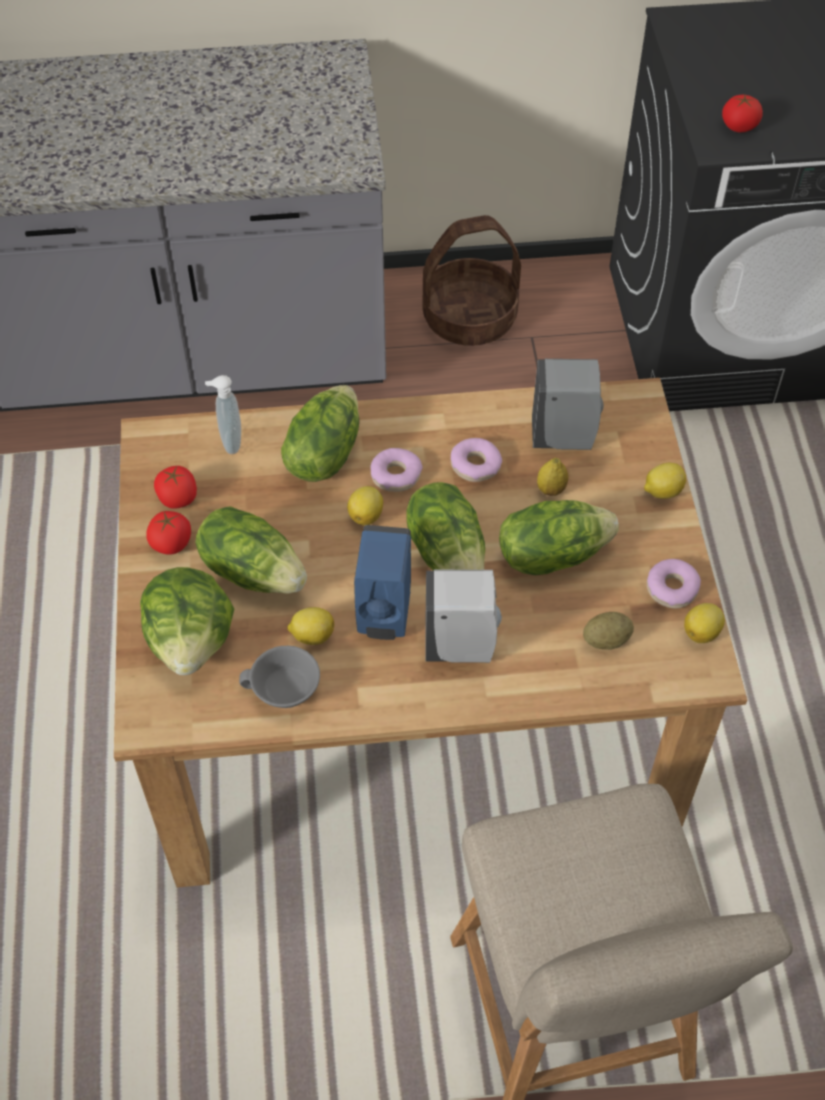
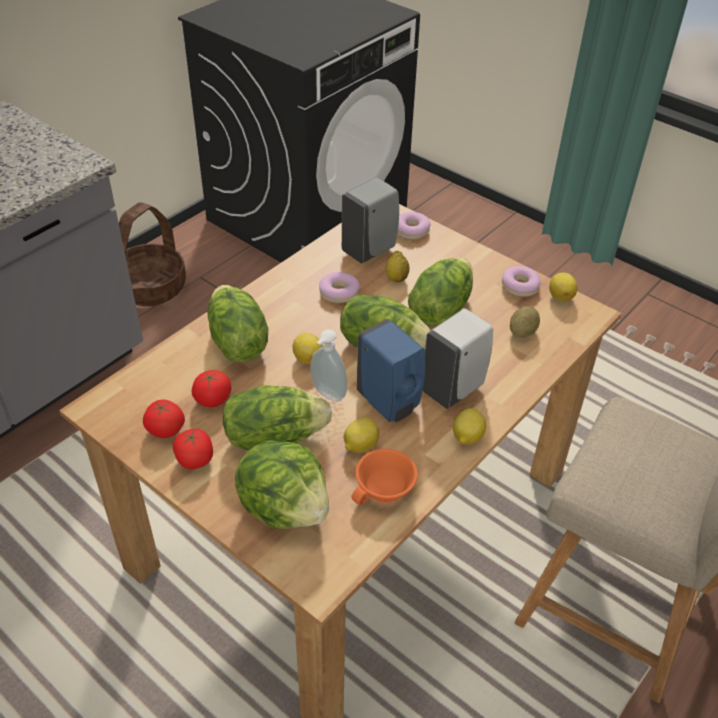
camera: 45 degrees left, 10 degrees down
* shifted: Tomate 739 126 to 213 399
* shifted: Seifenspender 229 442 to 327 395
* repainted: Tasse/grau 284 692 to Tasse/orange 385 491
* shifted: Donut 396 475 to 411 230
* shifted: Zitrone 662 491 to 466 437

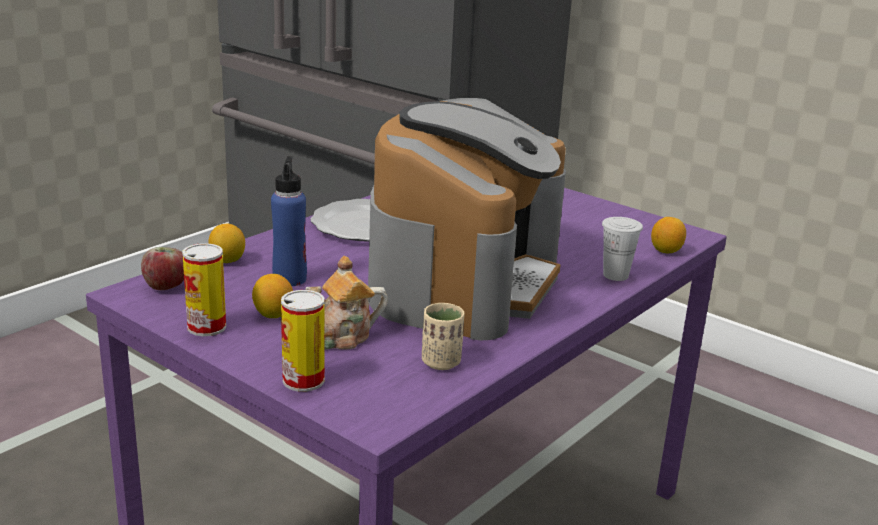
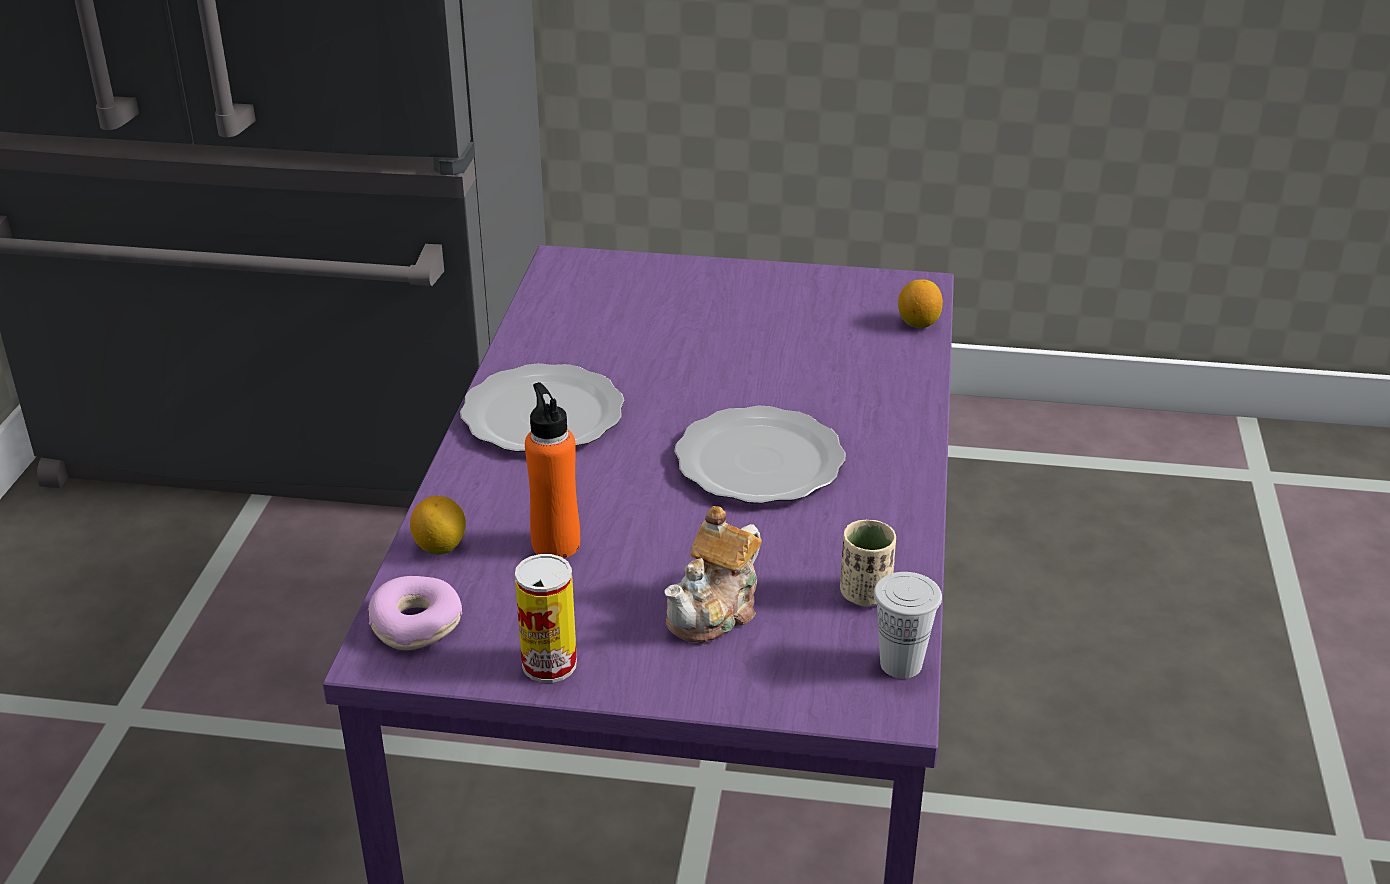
camera: 30 degrees left, 10 degrees up
* swapped: Apfel 166 286 to Donut 416 624
* repainted: Flasche/blau 289 279 to Flasche/orange 556 544
* swapped: Kaffeemaschine 463 281 to Teller 757 460
* shifted: Tasse/weiß 615 275 to 901 664
* gone: Zitrone 273 315
* gone: Dose 303 380

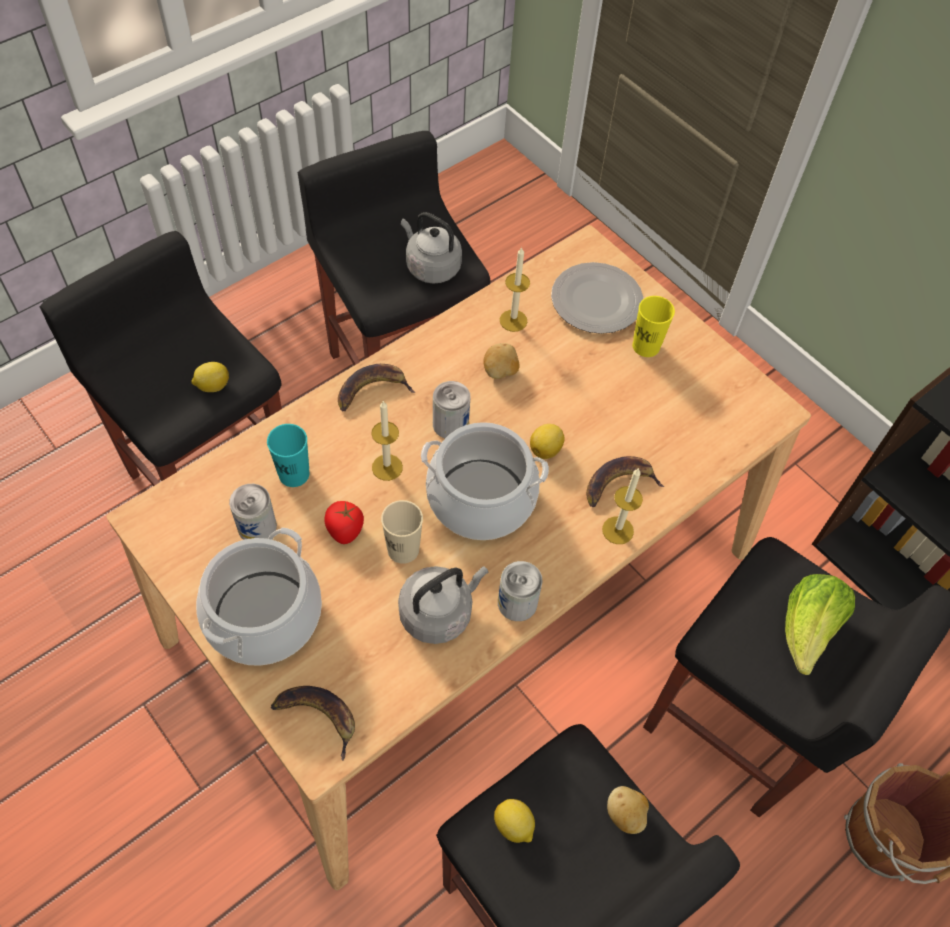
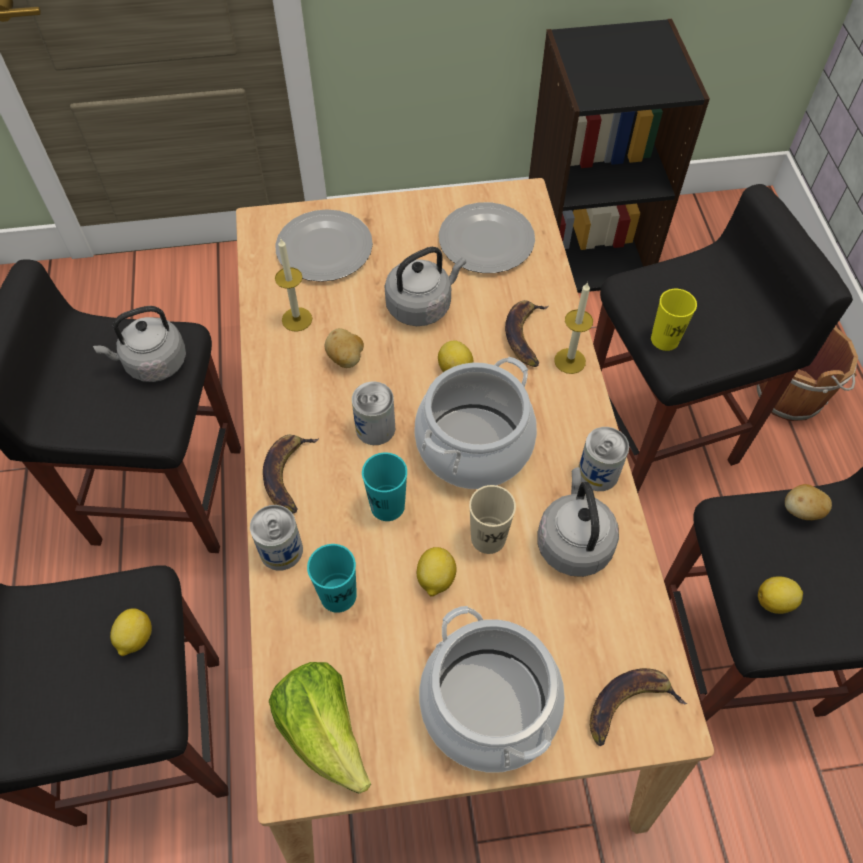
camera: 55 degrees left, 0 degrees up
* shifted: Dose 257 526 to 281 550
* shifted: Salatkopf 807 630 to 324 731
* swapped: Kerze 387 467 to Tasse/türkis 387 506
* new: Wasserkessel/grau 422 305
* swapped: Tomate 345 530 to Zitrone 435 579
* new: Teller 487 241
* shifted: Tasse/gelb 646 346 to 664 339

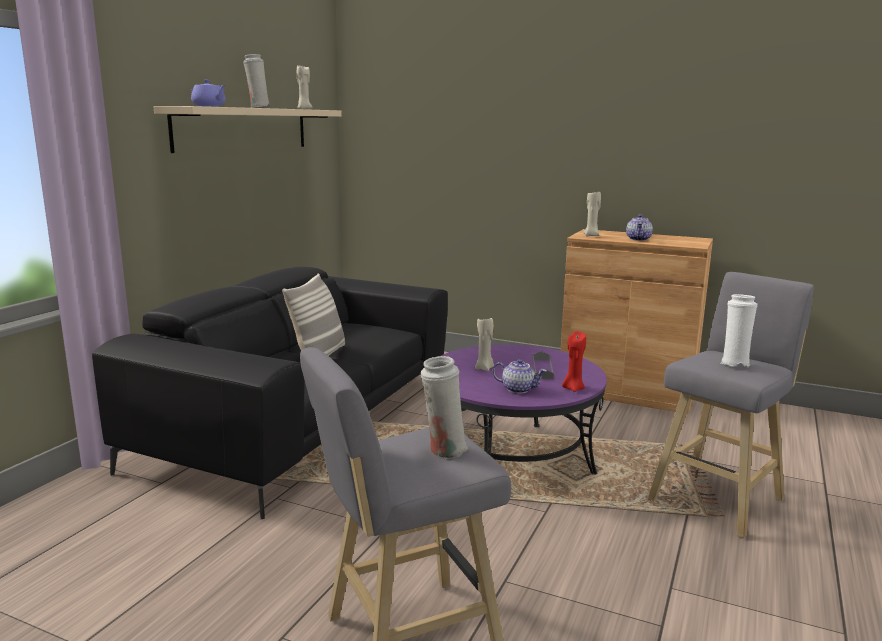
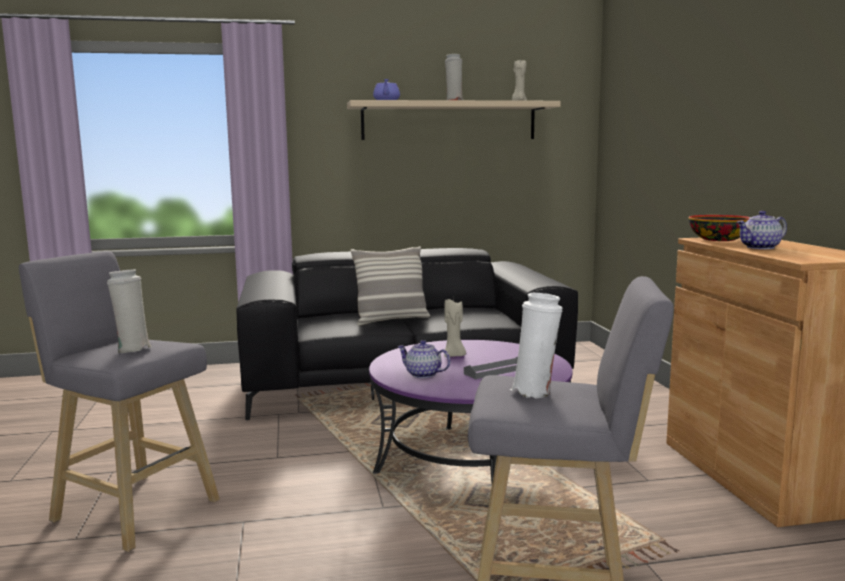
camera: 55 degrees right, 5 degrees down
* rotated: Teekanne 518 389 = 422 374 135 degrees clockwise
* swapped: Kerze/beige 591 235 to Schüssel 718 239
* gone: Kerze/rot 573 388

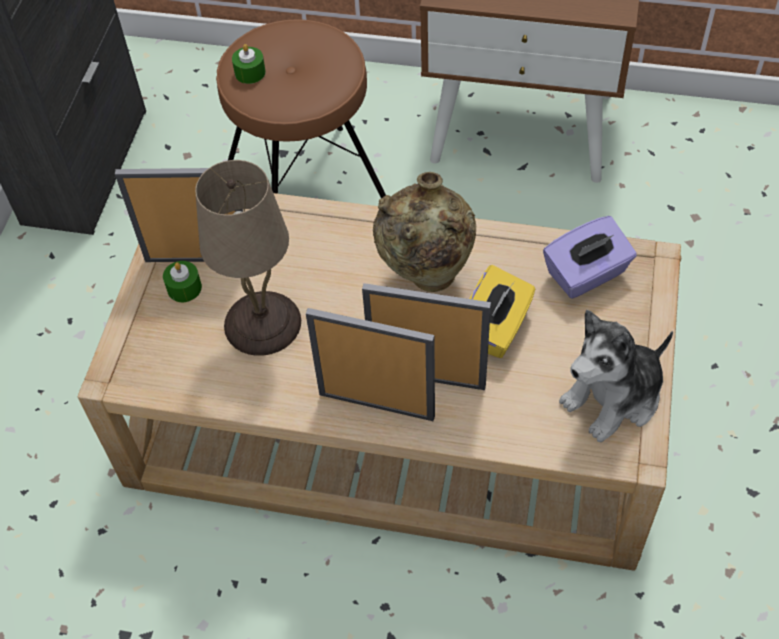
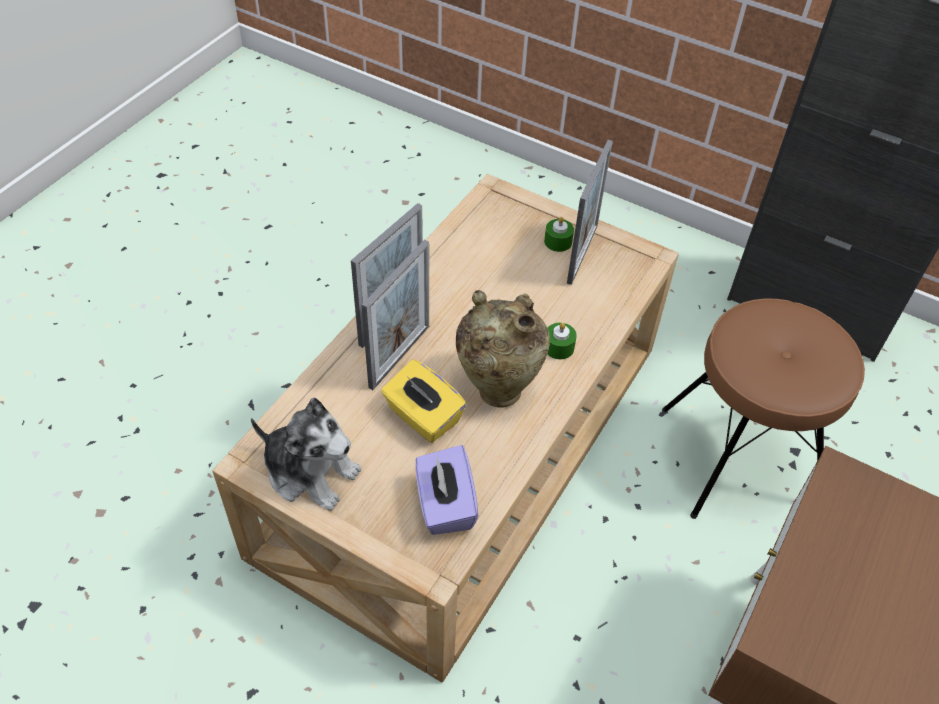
camera: 105 degrees right, 5 degrees down
* rotated: Plüschtier 614 397 = 310 472 135 degrees clockwise
* shifted: Kerze/grün 250 72 to 558 347
* gone: Tischlampe/beige 264 322

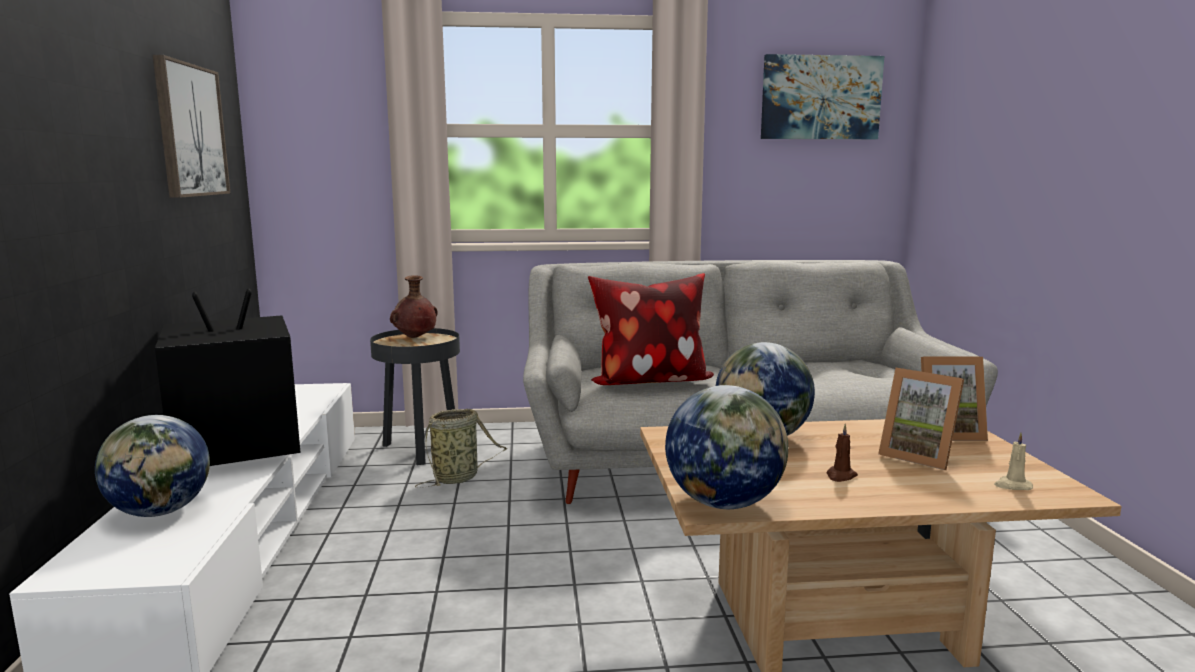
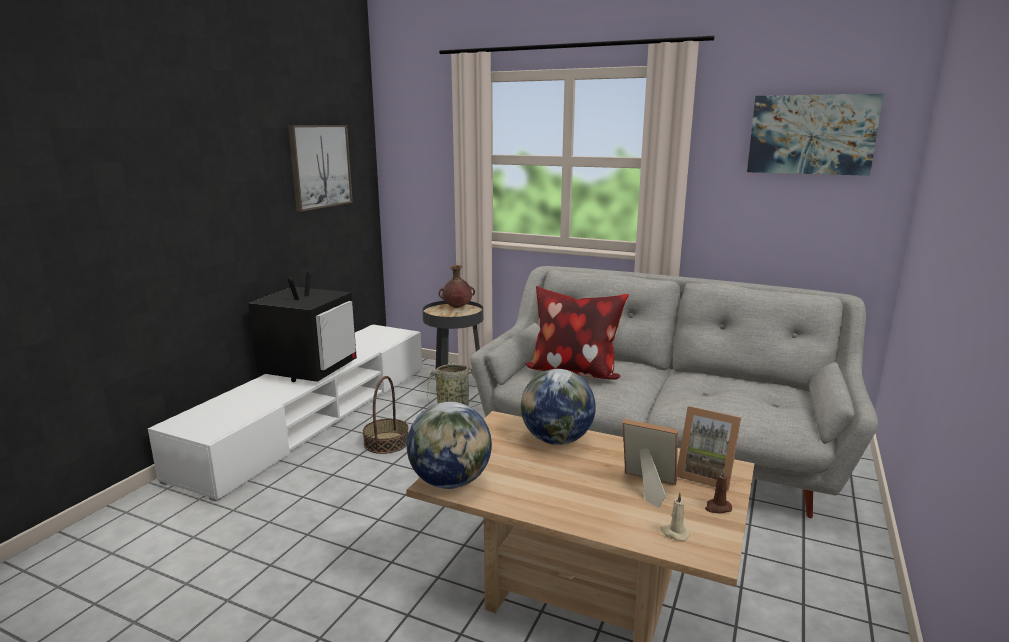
camera: 30 degrees right, 5 degrees up
* rotated: Fernseher 235 452 = 309 370 105 degrees clockwise
* new: Korb 386 442
* rotated: Bilderrahmen 919 456 = 646 487 135 degrees clockwise
* shifted: Kerze/braun 840 476 to 717 508
* gone: Globus 161 511

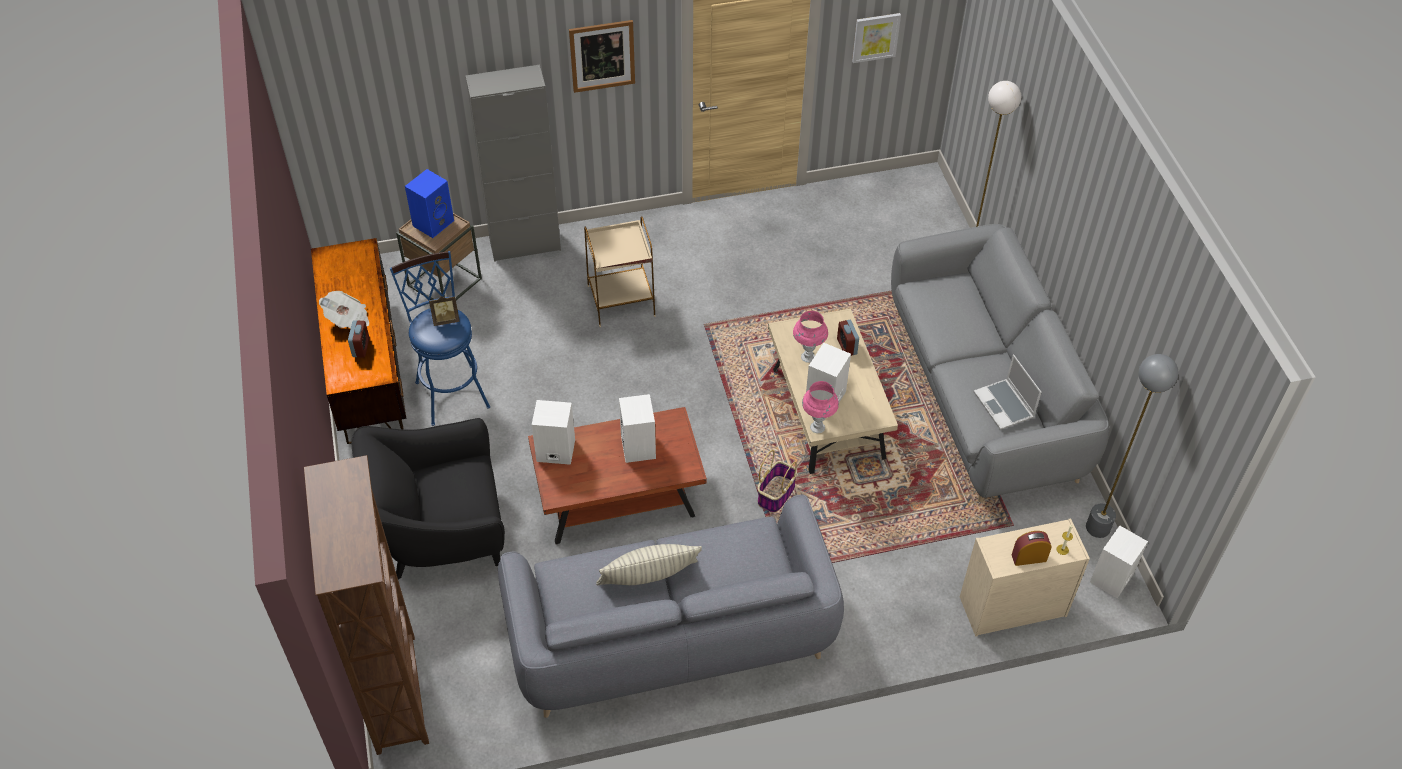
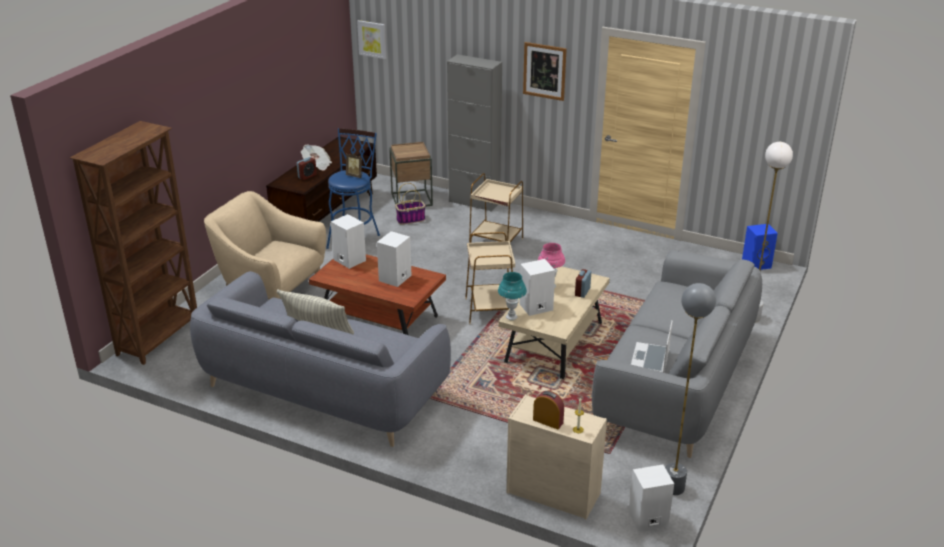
camera: 40 degrees right, 20 degrees down
* repainted: Sessel/schwarz 441 532 to Sessel/beige 270 289
* shifted: Bild 875 37 to 372 39
* shifted: Korb 776 494 to 411 219
* new: Beistelltisch/beige 489 310
* repainted: Tischlampe/rosa 817 427 to Tischlampe/türkis 511 317
* shifted: Lautsprecher/blau 433 222 to 756 264

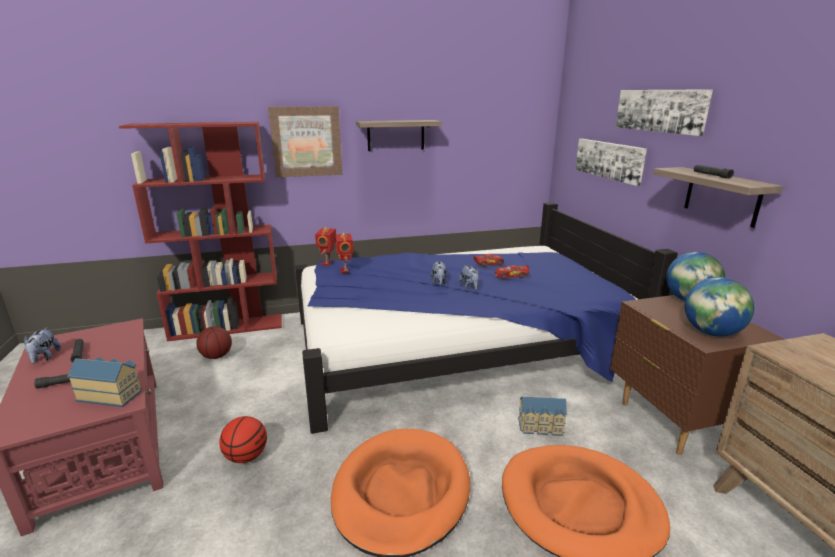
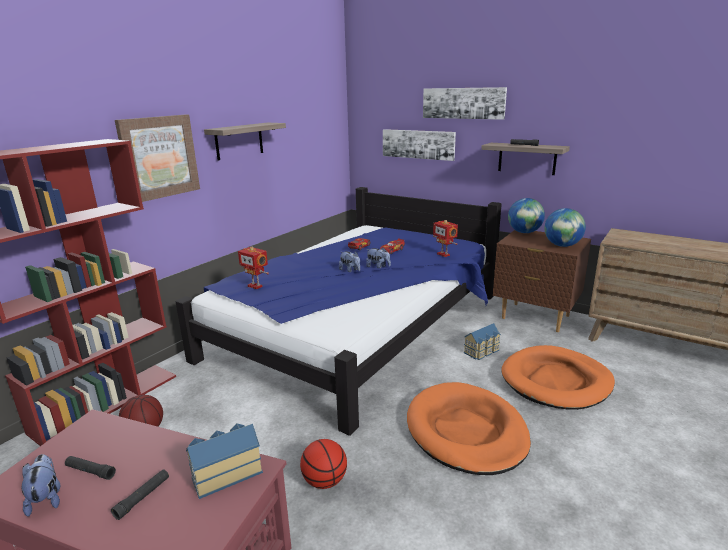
camera: 40 degrees left, 0 degrees up
* rotated: Plüschtier 44 357 = 46 498 150 degrees counterclockwise
* shifted: Spielzeugroboter 327 263 to 444 254

